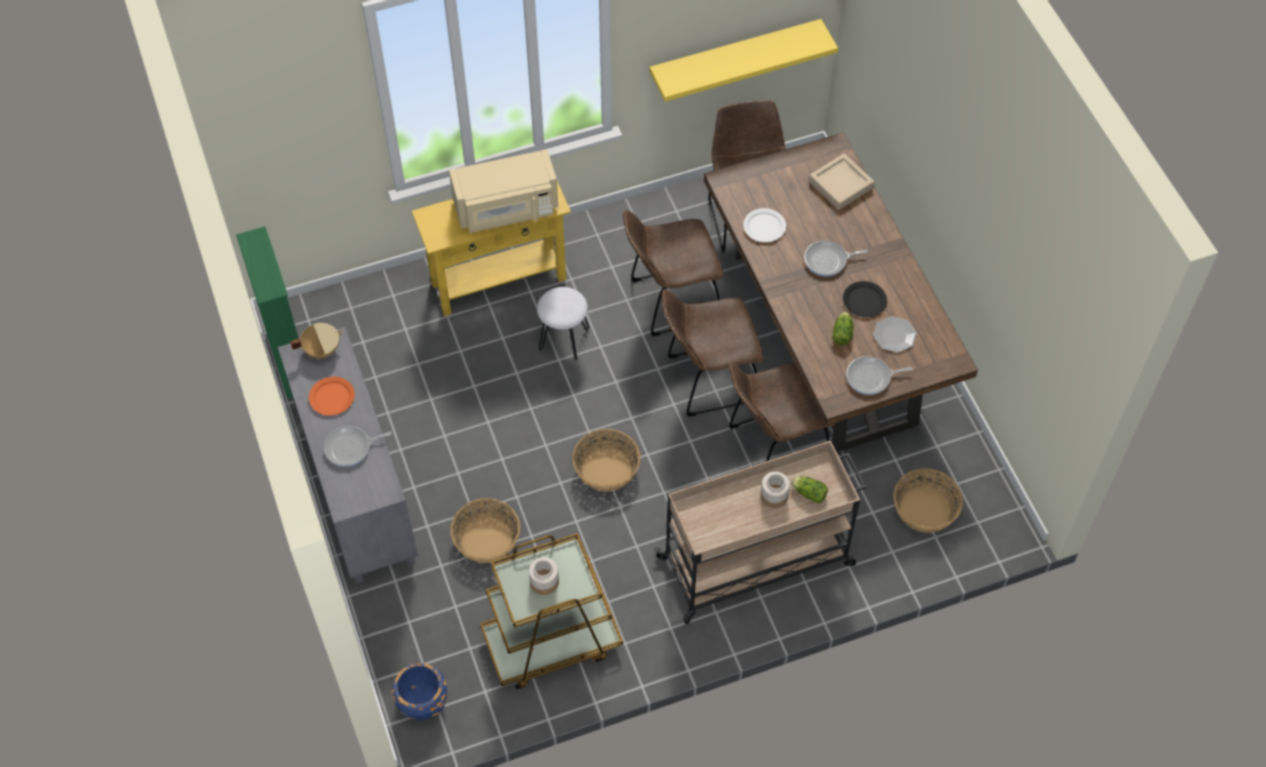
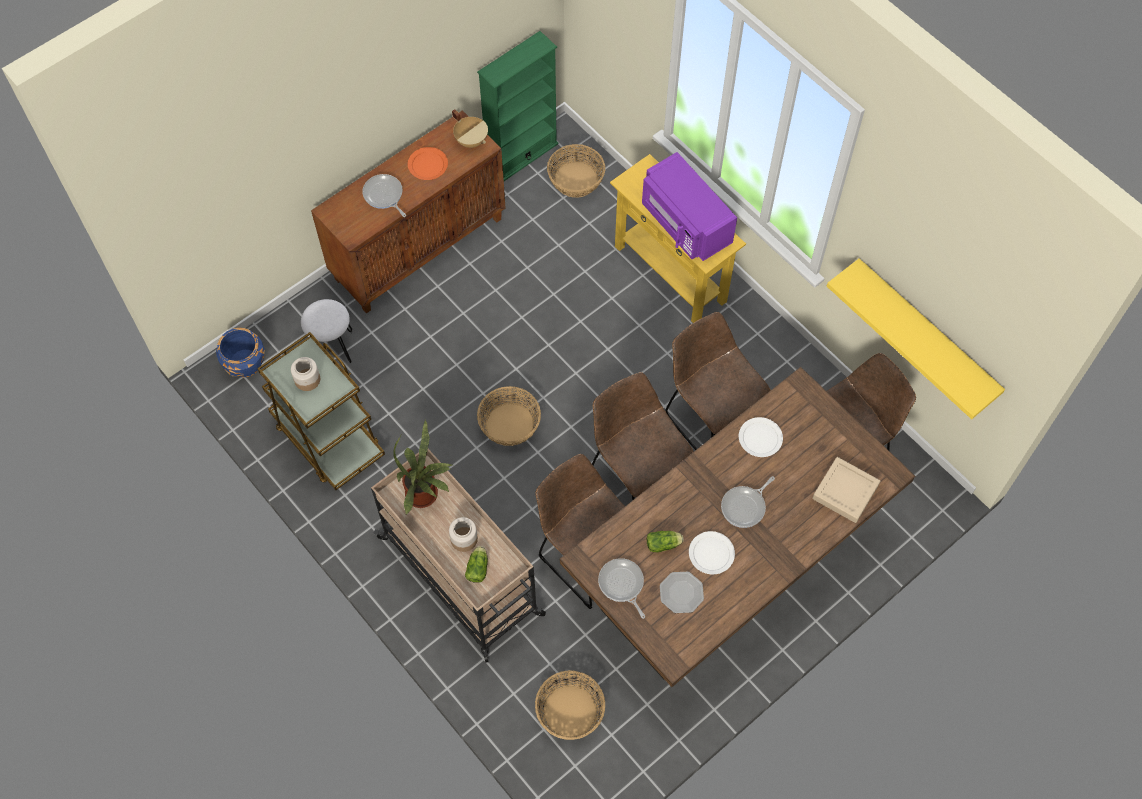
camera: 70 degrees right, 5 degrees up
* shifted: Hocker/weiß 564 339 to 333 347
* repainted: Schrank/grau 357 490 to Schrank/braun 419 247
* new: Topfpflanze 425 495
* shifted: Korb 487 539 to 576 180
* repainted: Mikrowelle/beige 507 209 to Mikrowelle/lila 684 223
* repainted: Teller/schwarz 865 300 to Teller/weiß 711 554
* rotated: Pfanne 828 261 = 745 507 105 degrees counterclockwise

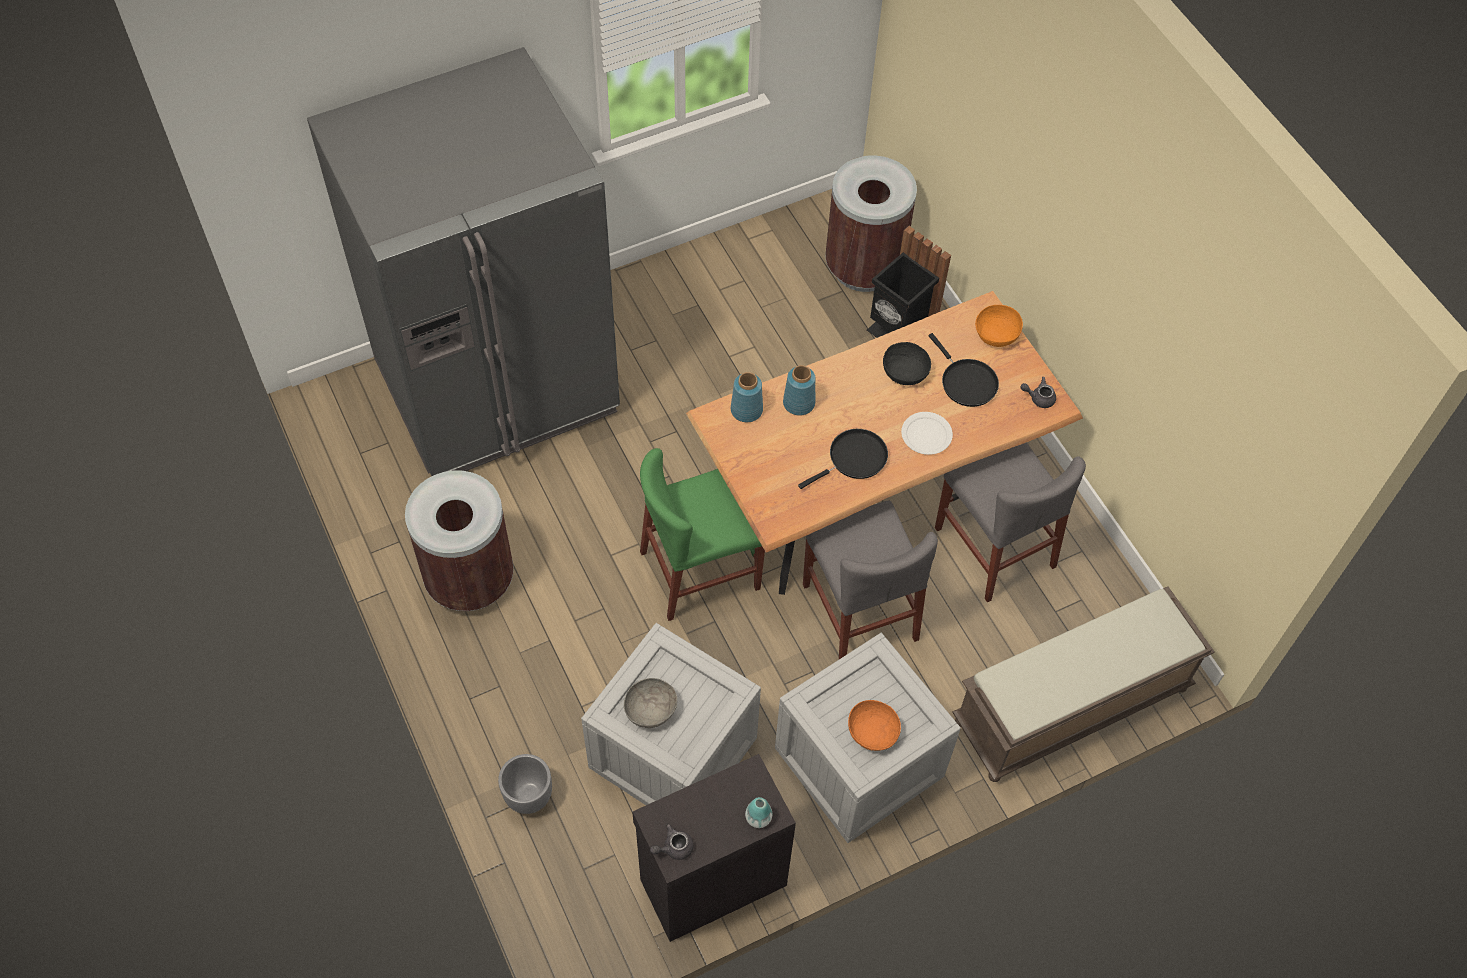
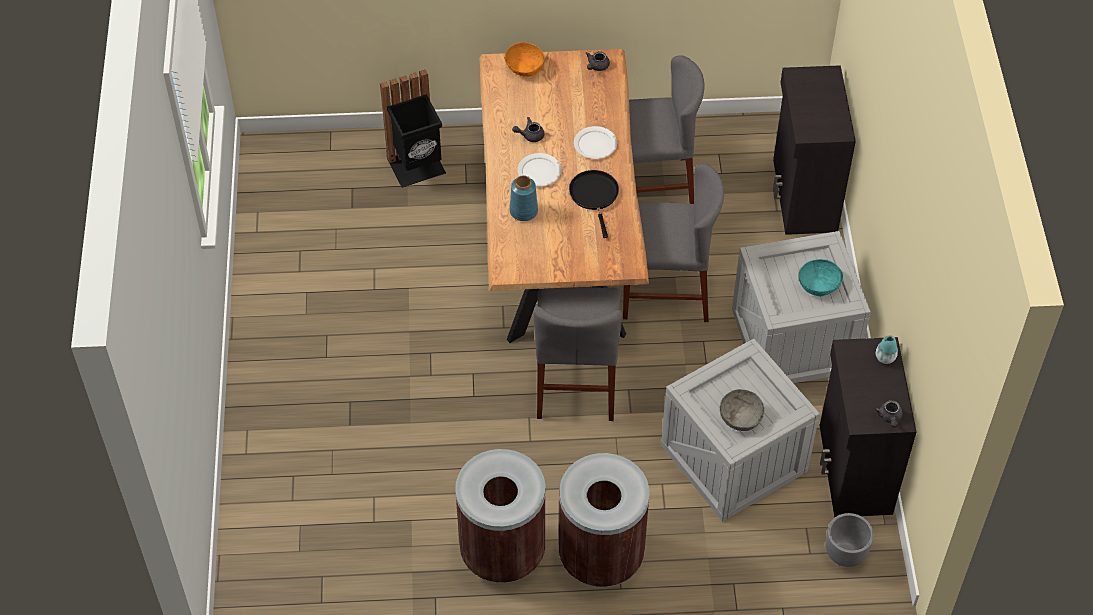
camera: 65 degrees left, 5 degrees down
* swapped: Schüssel/schwarz 904 372 to Teekanne/grau 530 135
* new: Teller/weiß 539 171
* repainted: Stuhl/grün 700 570 to Stuhl/grau 576 383
* shifted: Mülleimer/braun 864 267 to 601 556
* swapped: Bank/braun 1070 707 to Schrank/schwarz 803 196
* repainted: Schüssel/orange 872 732 to Schüssel/türkis 819 285
* shifted: Pflanzkübel/grau 528 796 to 844 554
* gone: Kühlschrank/grau 496 387
* gone: Vase/blau 746 410
* gone: Pfanne/schwarz 966 382

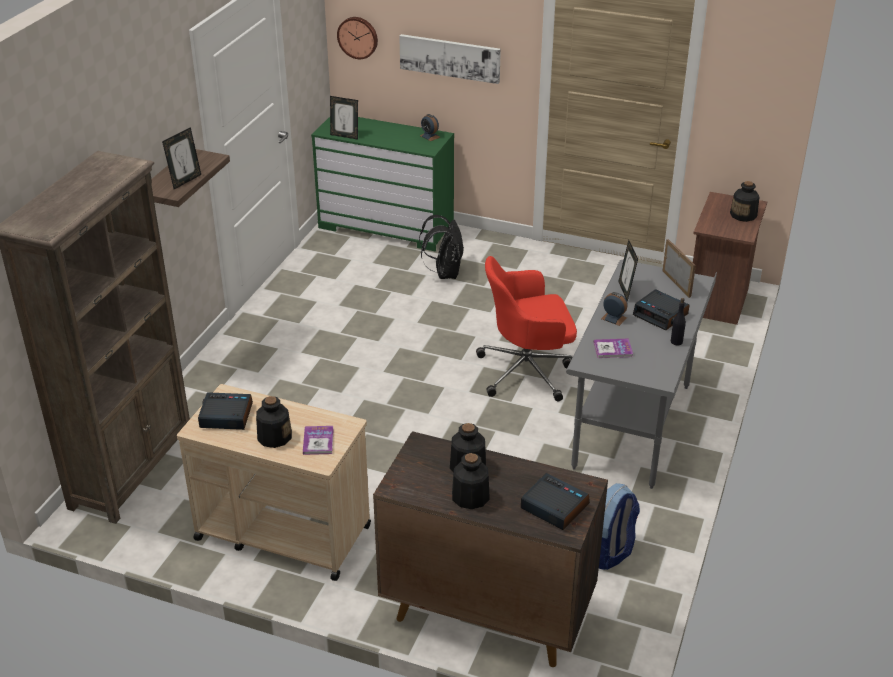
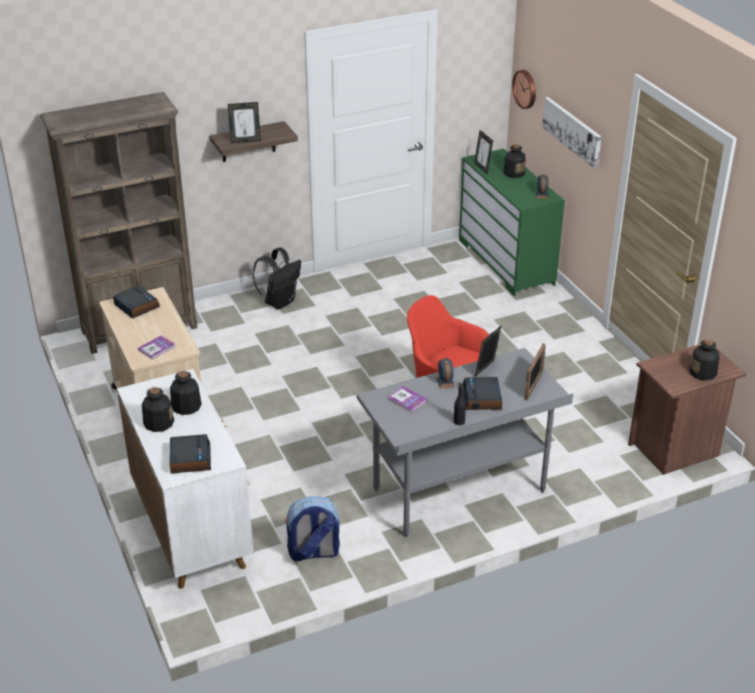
camera: 45 degrees right, 0 degrees up
* repainted: Schrank/braun 486 612 to Schrank/weiß 191 532
* shifted: Rucksack/schwarz 444 273 to 280 301
* shifted: Flasche 274 437 to 514 173

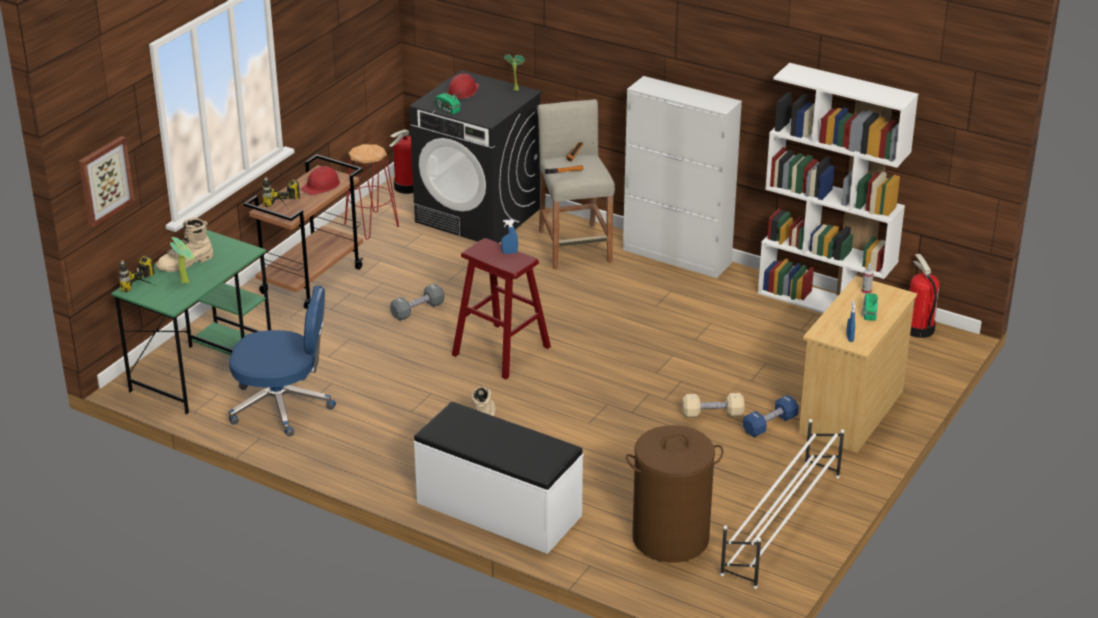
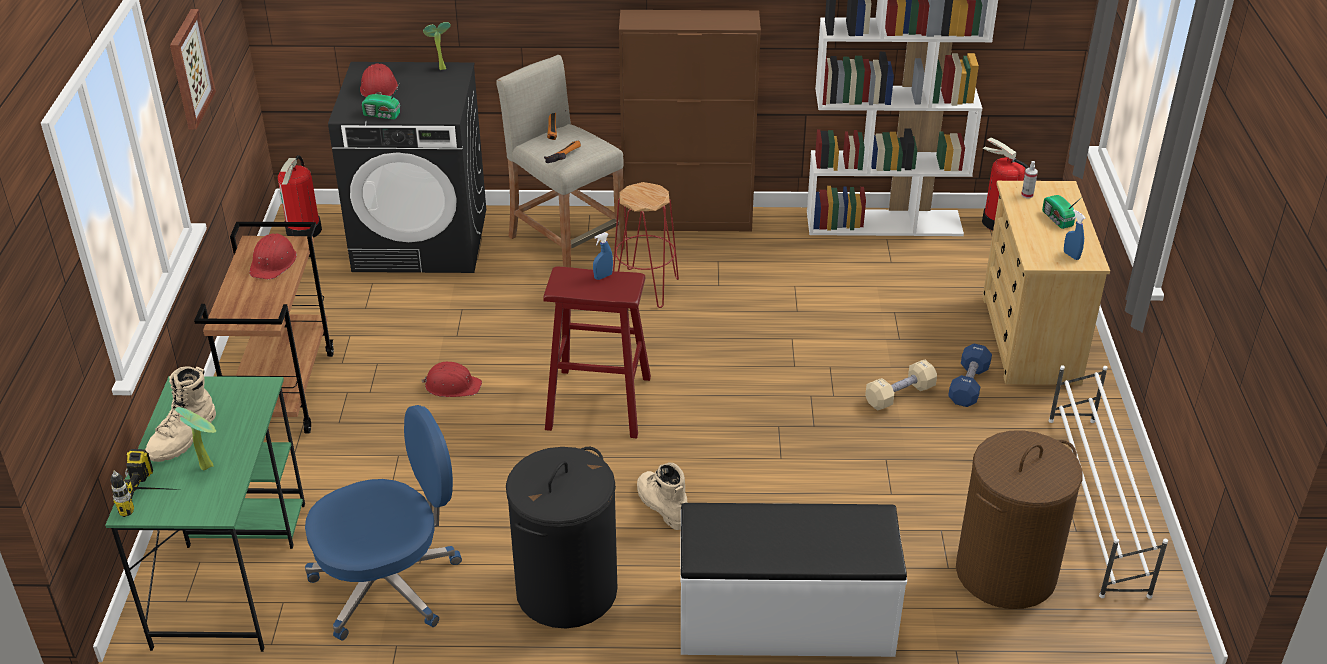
camera: 30 degrees left, 5 degrees up
* shifted: Bild 104 180 to 189 69
* swapped: Hantel/grau 417 310 to Schutzhelm/rot 452 385
* new: Wäschekorb/schwarz 566 590
* shifted: Hocker/rot 372 225 to 645 288
* repainted: Schrank/weiß 677 257 to Schrank/braun 688 220
* gone: Bohrmaschine 285 208

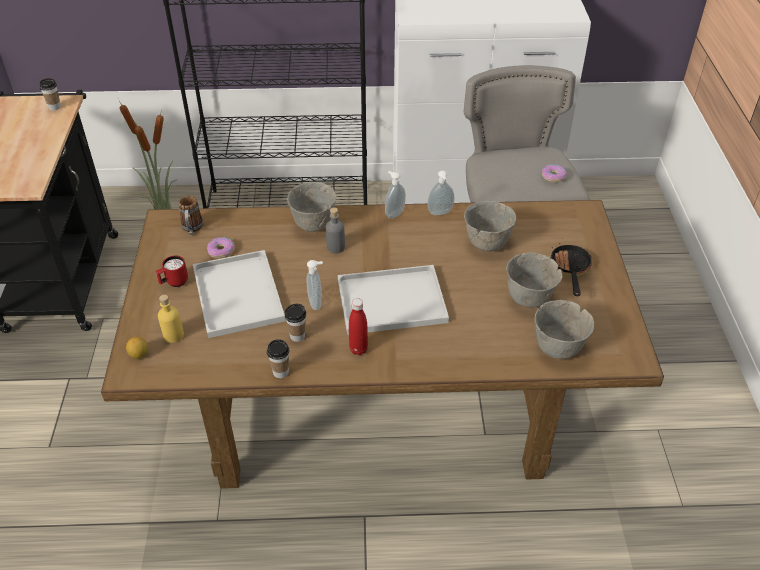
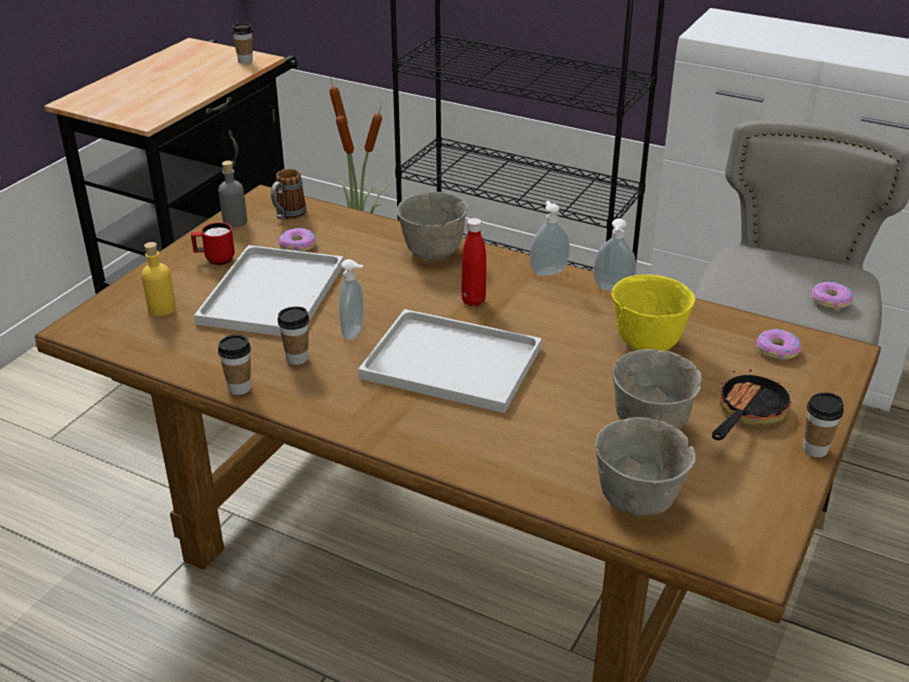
camera: 30 degrees right, 10 degrees down
* shifted: Flasche/grau 336 247 to 235 221
* shifted: Flasche/rot 358 349 to 473 301
* repainted: Schüssel/grau 486 244 to Schüssel/gelb 646 343
* new: Donut 777 350
* new: Tasse 815 449
* gone: Zitrone 139 354

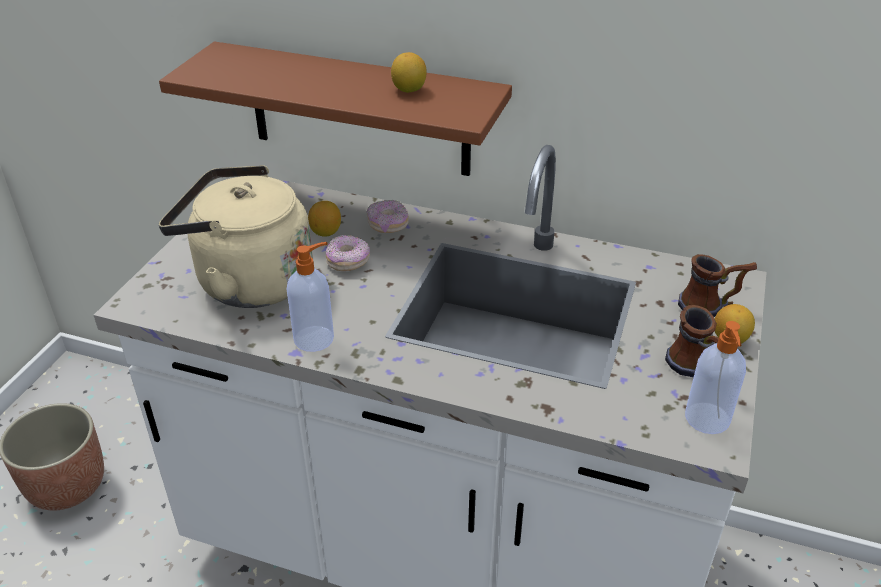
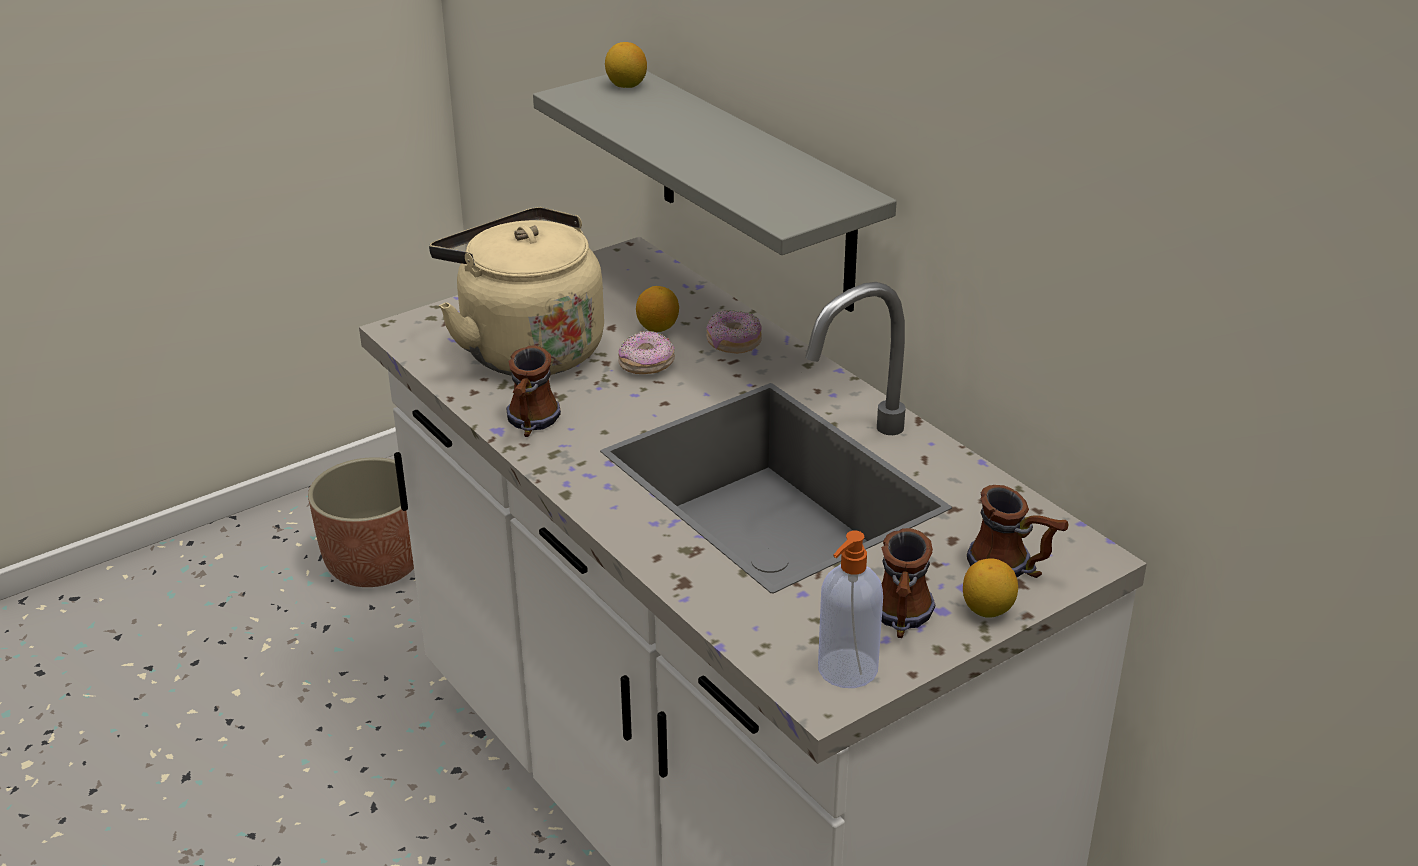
camera: 35 degrees right, 5 degrees down
* swapped: Seifenspender 315 338 to Henkelbecher 530 425
* repainted: Wandregal/braun 359 110 to Wandregal/grau 755 190
* shifted: Zitrone 409 90 to 626 85

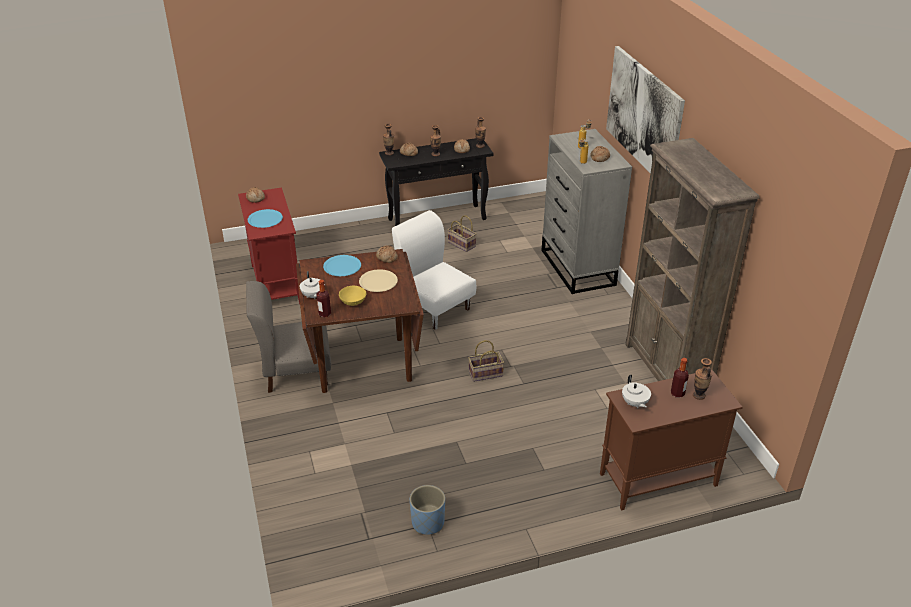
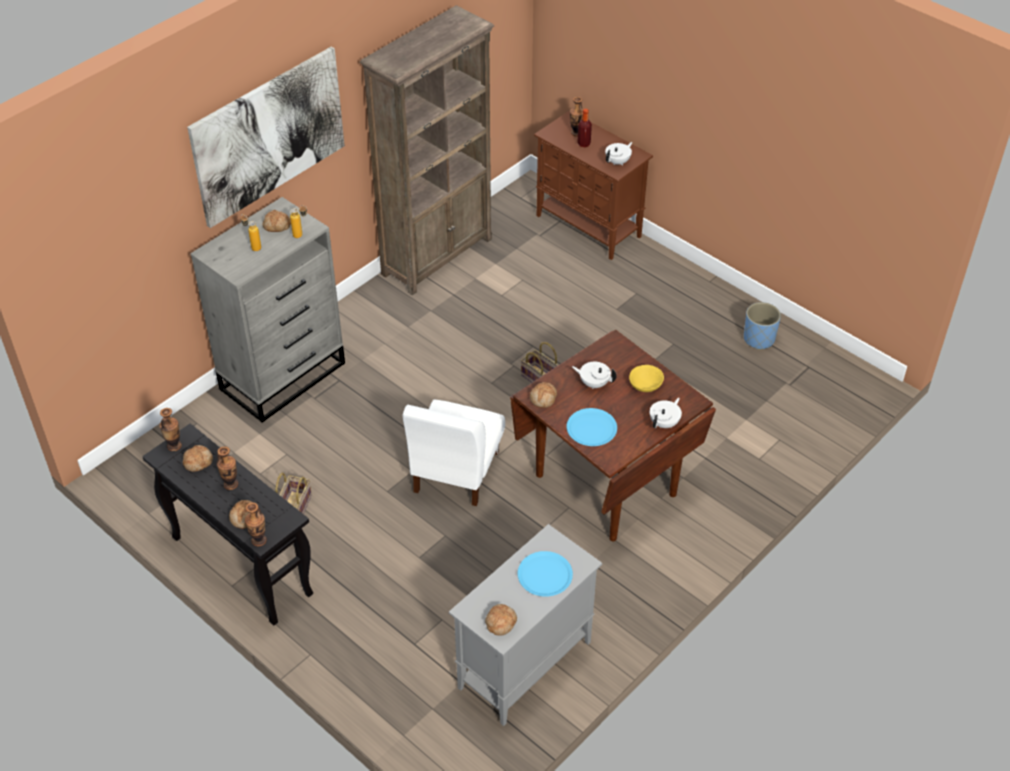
camera: 120 degrees left, 10 degrees up
* repainted: Schrank/rot 276 284 to Schrank/grau 524 666
* swapped: Teller/beige 378 282 to Teekanne/weiß 594 383
* gone: Stuhl/grau 295 371
* gone: Flasche 324 314

